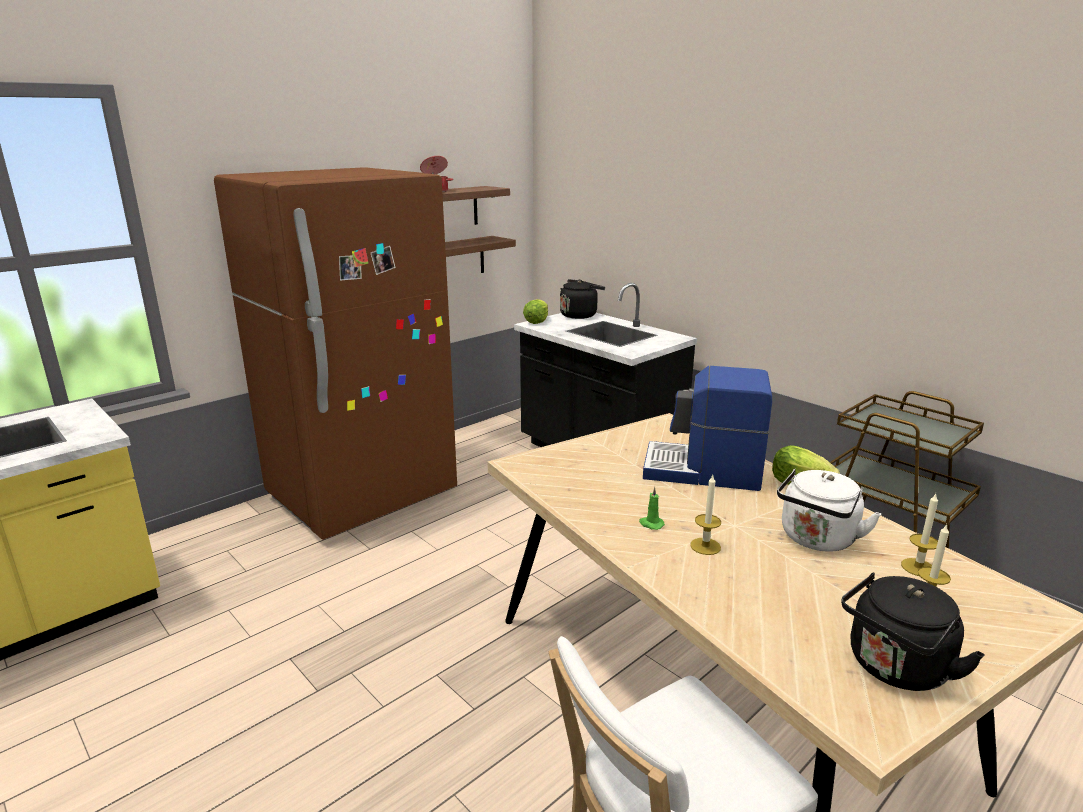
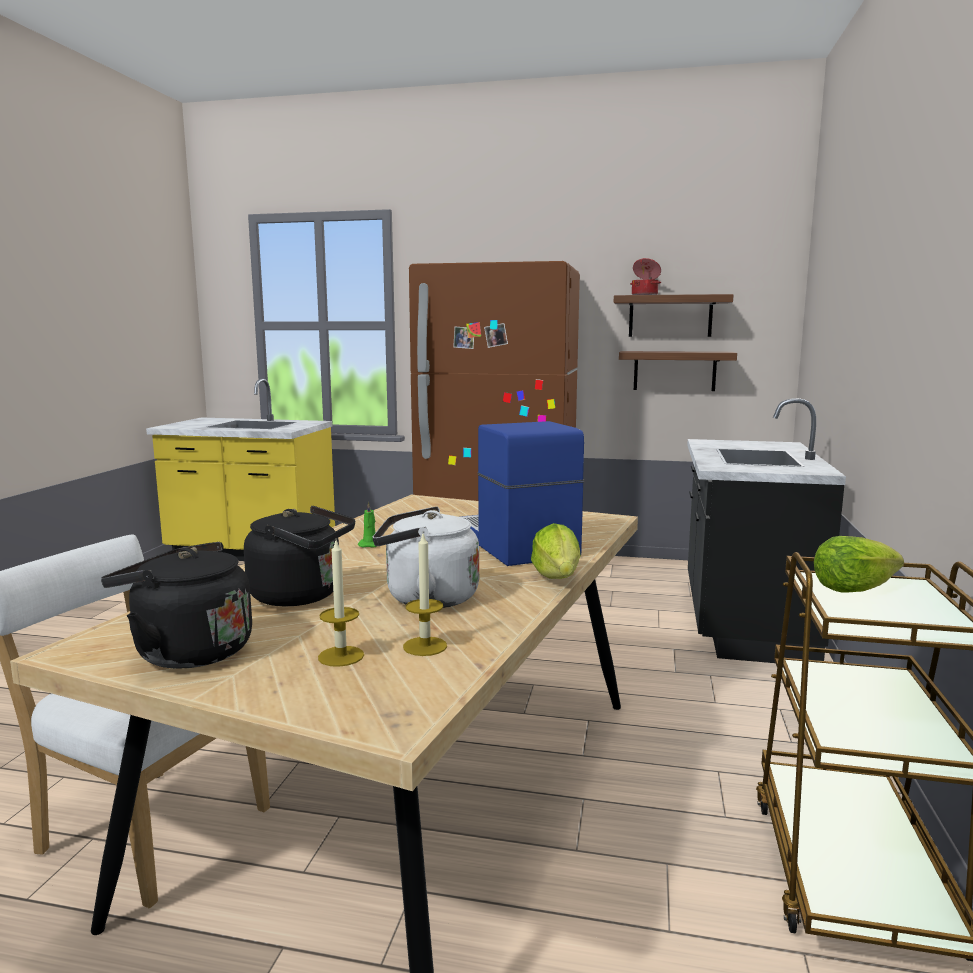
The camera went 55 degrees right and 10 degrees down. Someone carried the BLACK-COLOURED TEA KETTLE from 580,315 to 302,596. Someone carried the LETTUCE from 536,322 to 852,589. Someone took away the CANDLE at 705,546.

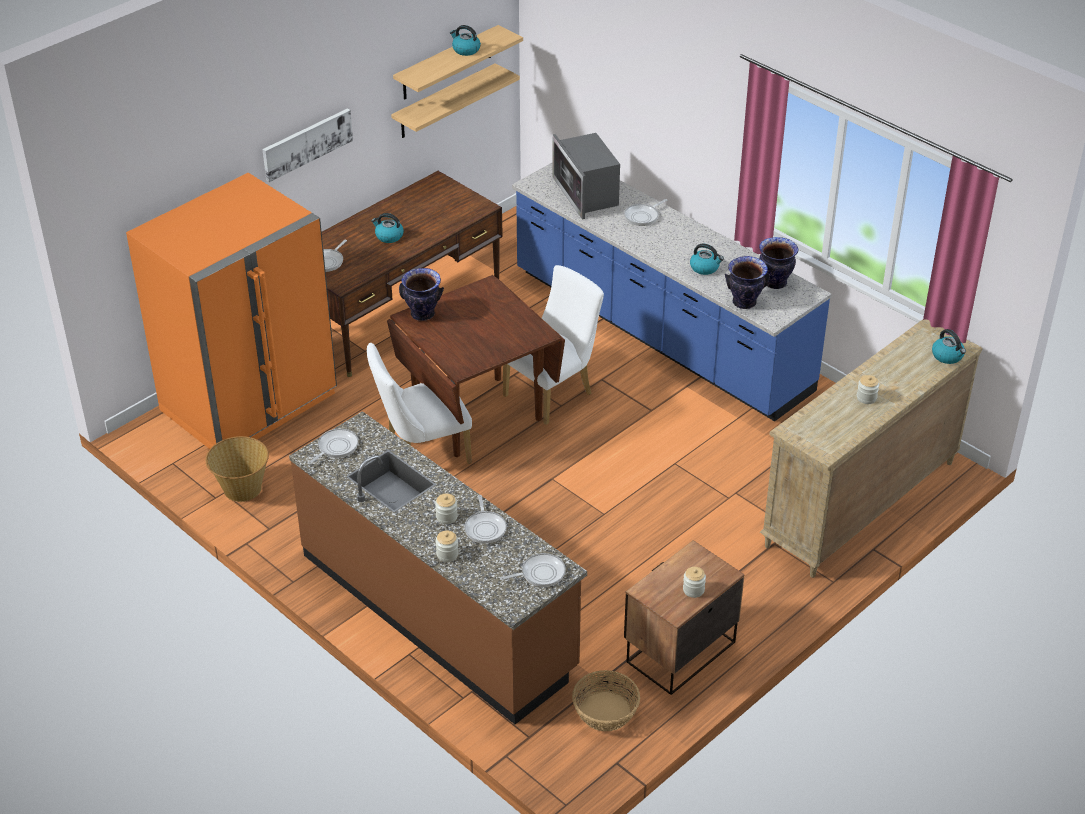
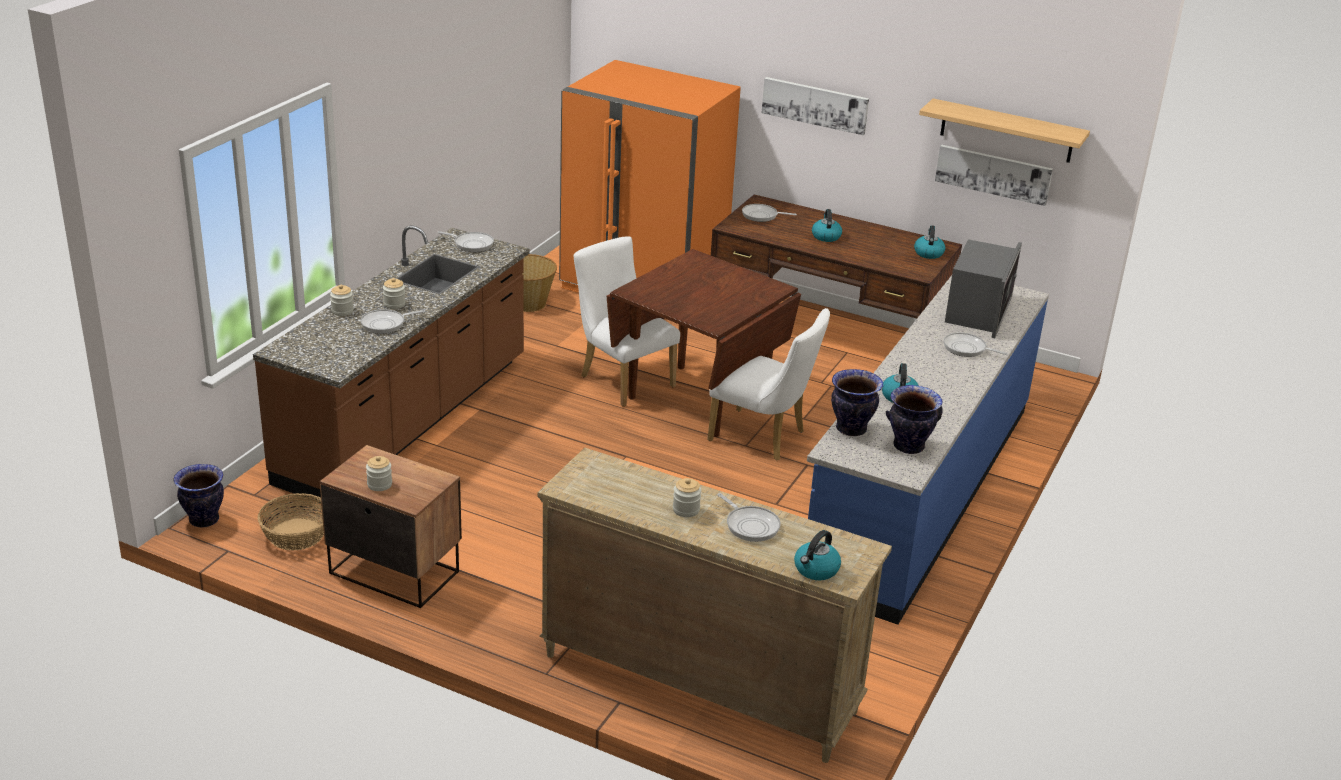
The camera went 70 degrees right and 10 degrees down. Someone carried the TEA KETTLE from 465,50 to 928,253. Someone swapped the SHELF at 444,102 for the PICTURE at 993,174. Someone rotated the MICROWAVE at 586,193 by 150 degrees clockwise. Someone carried the VASE from 422,314 to 203,520. Someone carried the SKILLET from 540,573 to 750,525.

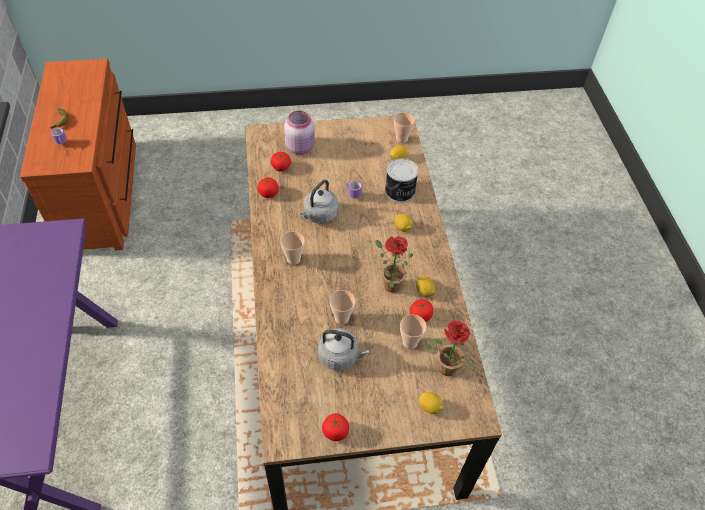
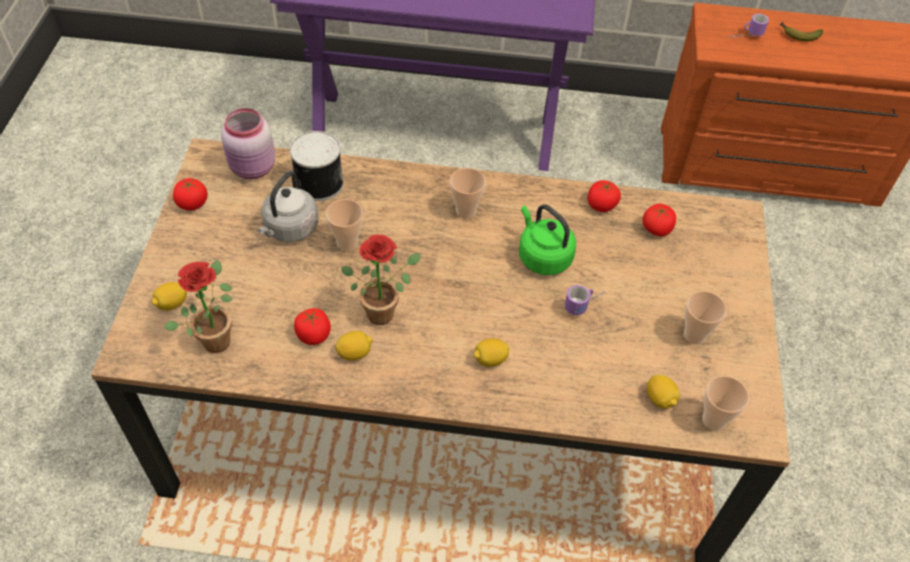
The camera went 105 degrees right and 0 degrees up. Someone carried the PINK-COLOURED PRESERVE JAR from 300,147 to 253,168. Someone carried the SEALED CAN from 400,191 to 318,183. Someone repainted the GREYISH TEA KETTLE at 319,215, which became the GREEN TEA KETTLE at 543,256. Someone carried the CUP from 409,342 to 694,335.

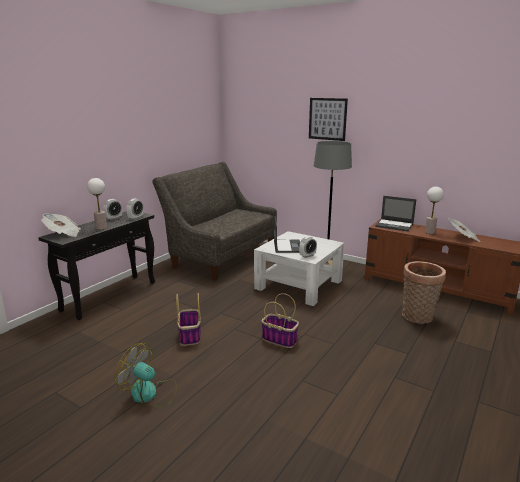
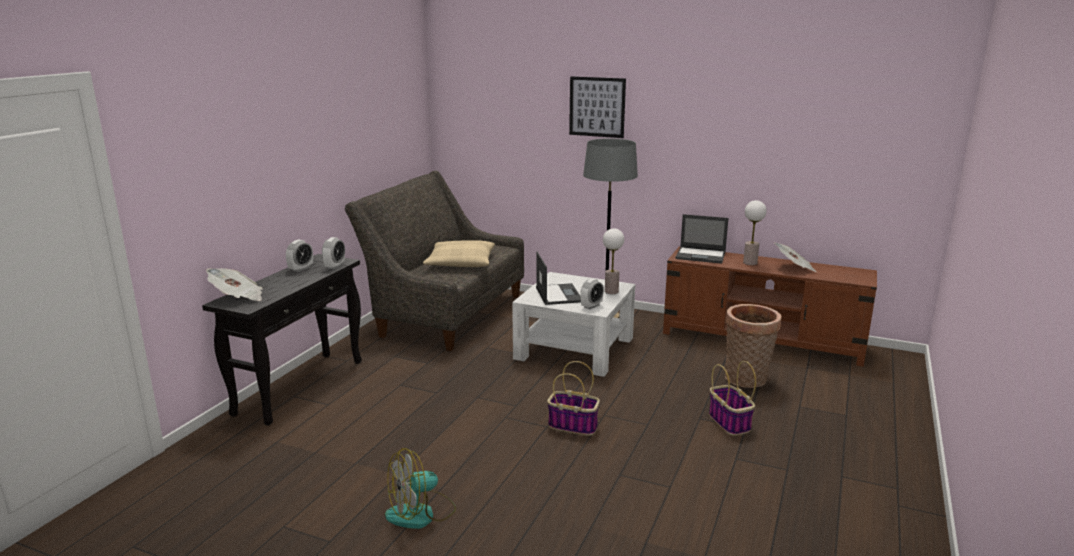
The camera went 10 degrees left and 0 degrees up. Someone carried the LAMP FOR A TABLE from 101,228 to 611,291. Someone carried the BASKET from 190,336 to 730,422. Someone rotated the ELECTRIC FAN at 150,394 by 45 degrees counterclockwise. Someone put down the BEIGE-COLOURED CUSHION at 460,262.

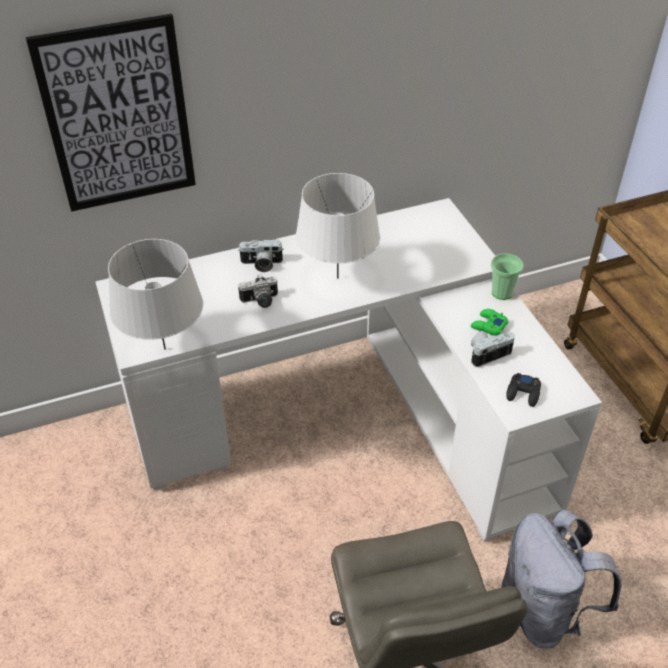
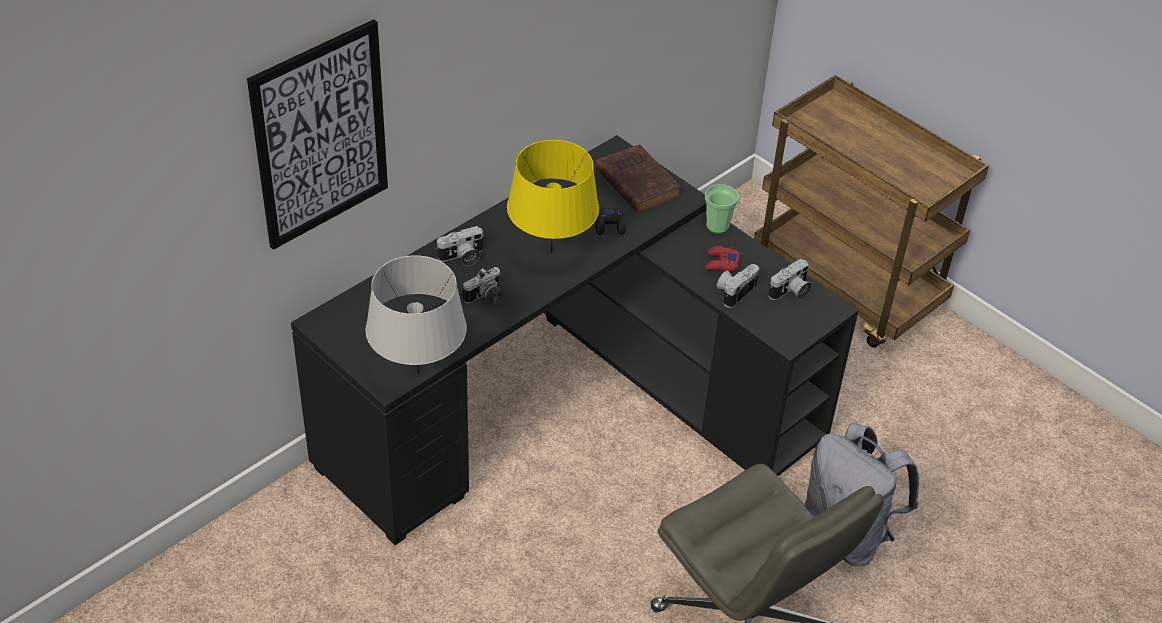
The camera went 25 degrees left and 0 degrees up. Someone repainted the WHITISH LAMP FOR A TABLE at 337,278, which became the YELLOW LAMP FOR A TABLE at 551,252. Someone repainted the WHITISH DESK at 351,417, which became the BLACK-COLOURED DESK at 568,405. Someone repainted the GREEN JOYPAD at 488,326, which became the RED-COLOURED JOYPAD at 721,263. Someone carried the BLACK-COLOURED JOYPAD from 523,393 to 610,225. Someone put down the BROWN-COLOURED VOLUME at 636,181. Someone put down the PHOTO CAMERA at 791,292.

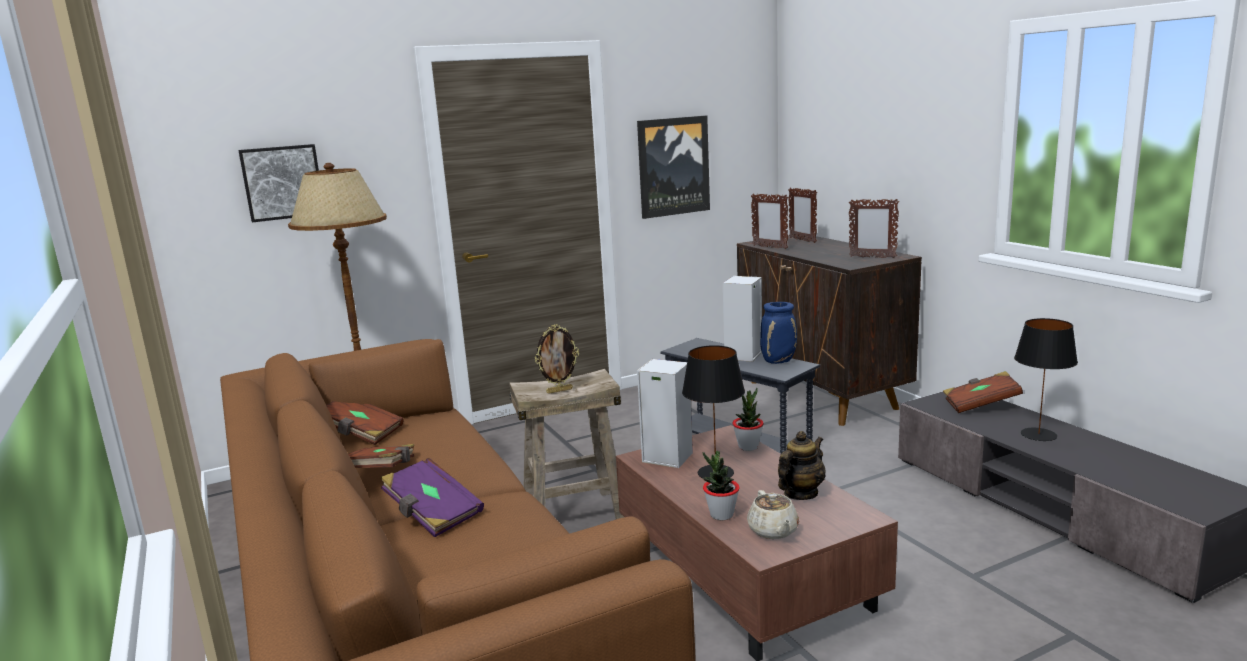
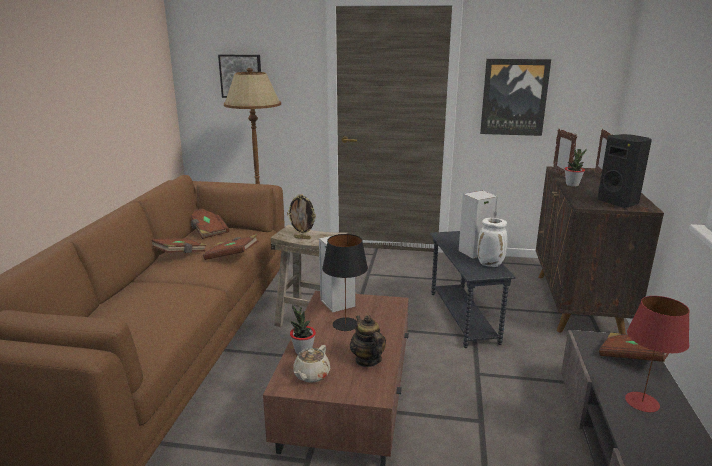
The camera went 35 degrees right and 5 degrees up. Someone swapped the PHOTO FRAME at 872,257 for the BLACK-COLOURED LOUDSPEAKER at 619,202. Someone repainted the BLUE-COLOURED VASE at 779,361, which became the WHITISH VASE at 490,264. Someone repainted the BLACK-COLOURED LAMP FOR A TABLE at 1038,434, which became the RED-COLOURED LAMP FOR A TABLE at 642,402. Someone carried the HOUSEPLANT from 748,447 to 572,185. Someone rotated the TEA POT at 800,493 by 105 degrees counterclockwise. Someone took away the PURPLE VOLUME at 432,514. Someone put down the BROWN-COLOURED VOLUME at 232,257.

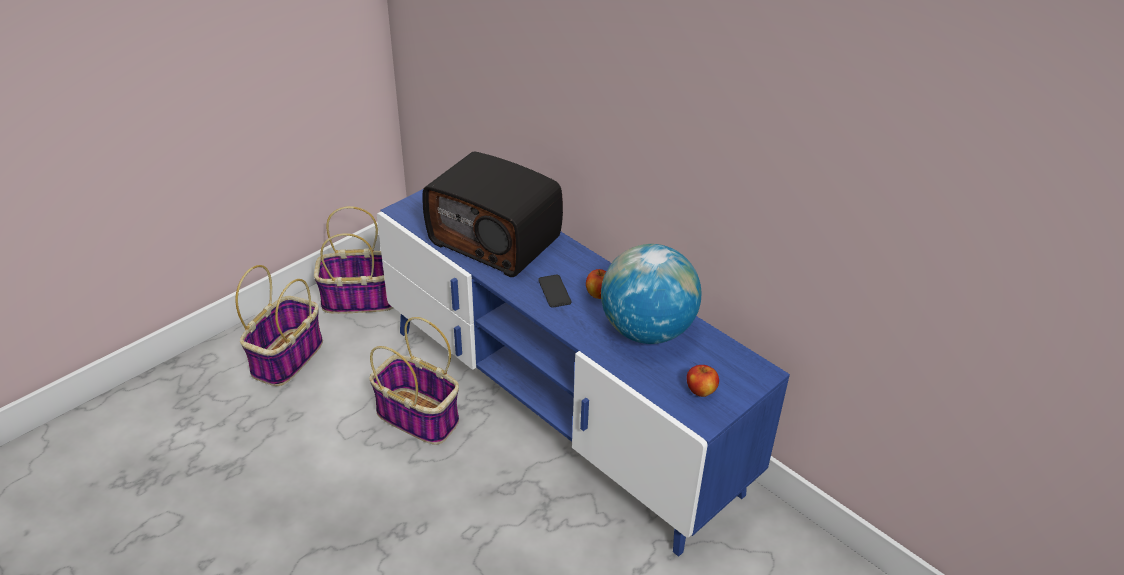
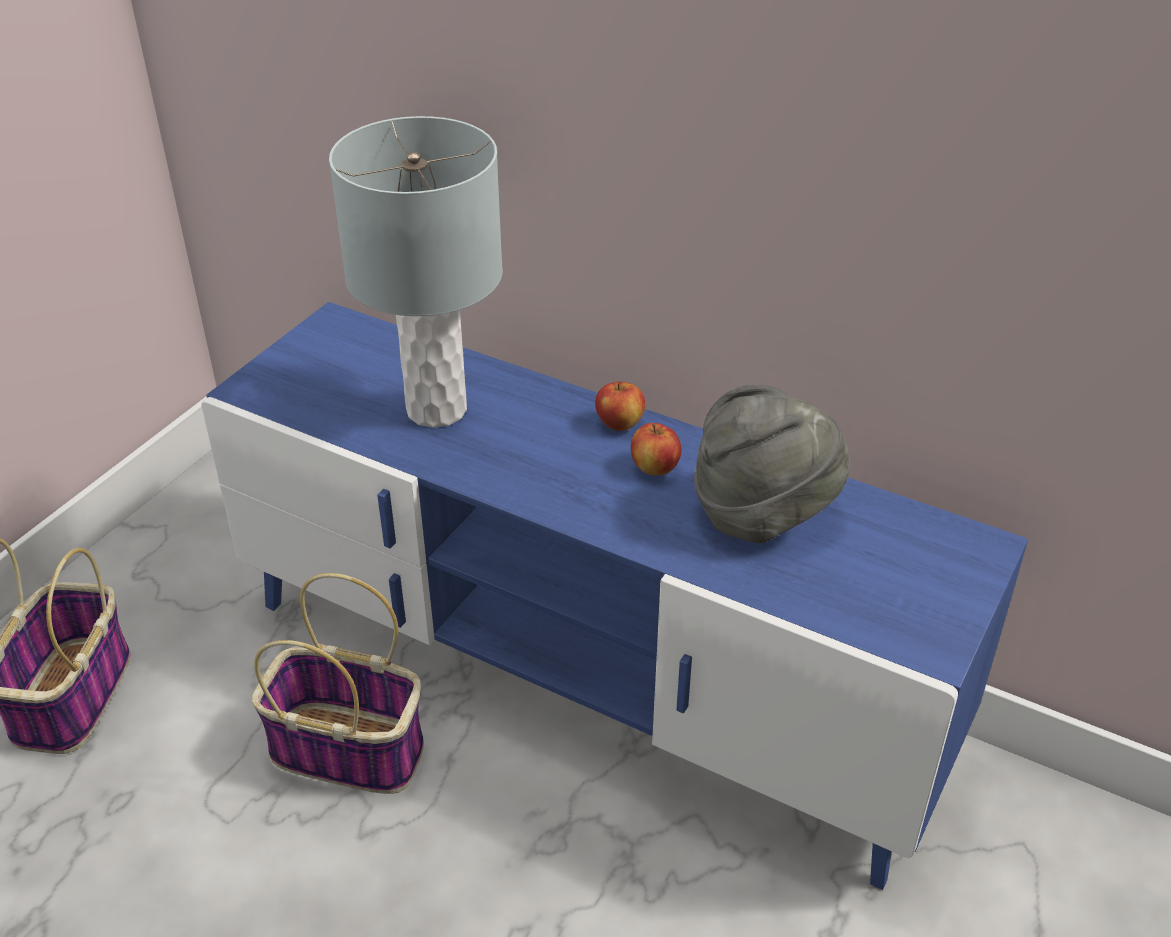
The camera went 15 degrees left and 0 degrees up. Someone swapped the RADIO SET at 496,240 for the GREYISH LAMP FOR A TABLE at 437,409. Someone took away the BASKET at 360,299. Someone swapped the WORLD GLOBE at 647,330 for the GREYISH CLOTHING HAT at 763,513. Someone took away the PHONE at 554,291. Someone carried the APPLE from 701,391 to 620,424.

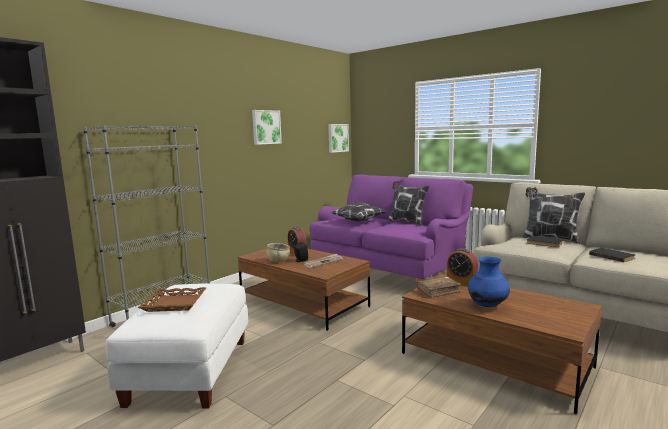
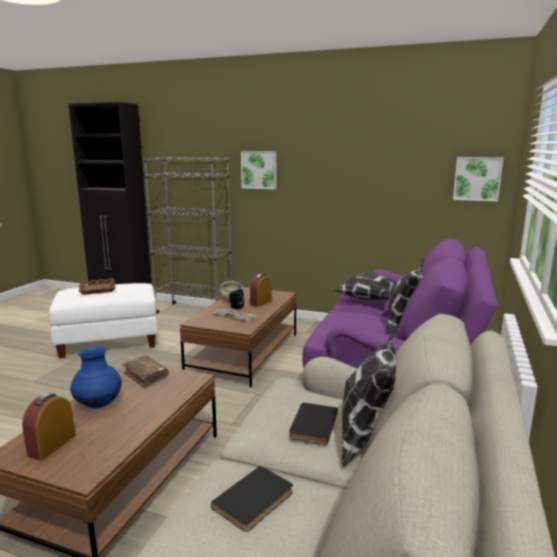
The camera went 70 degrees right and 5 degrees up. Someone carried the PICTURE from 266,127 to 259,170. Someone carried the ALARM CLOCK from 461,282 to 52,445.

